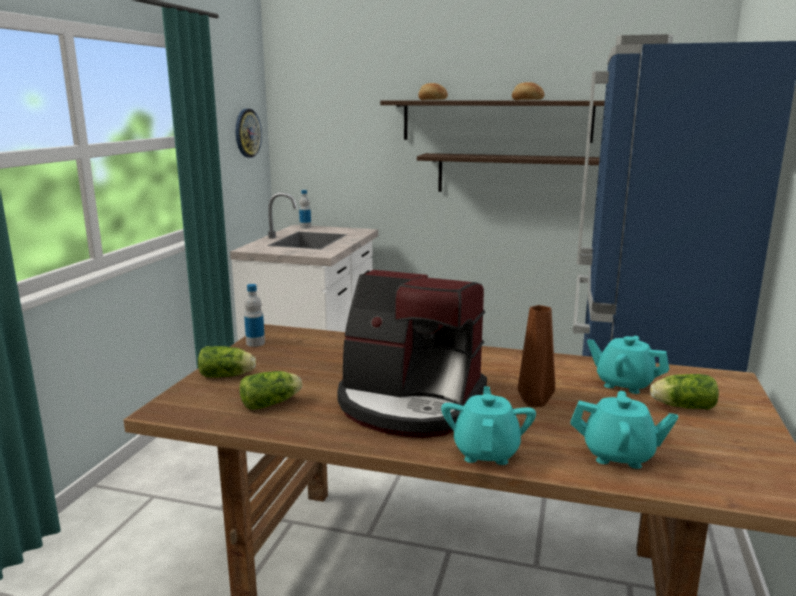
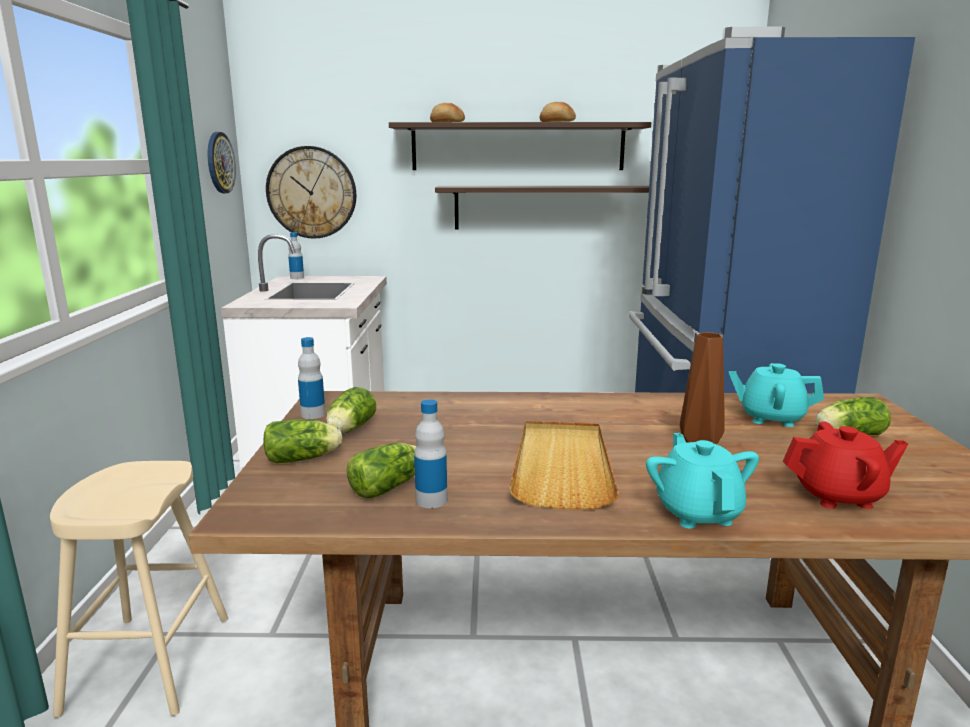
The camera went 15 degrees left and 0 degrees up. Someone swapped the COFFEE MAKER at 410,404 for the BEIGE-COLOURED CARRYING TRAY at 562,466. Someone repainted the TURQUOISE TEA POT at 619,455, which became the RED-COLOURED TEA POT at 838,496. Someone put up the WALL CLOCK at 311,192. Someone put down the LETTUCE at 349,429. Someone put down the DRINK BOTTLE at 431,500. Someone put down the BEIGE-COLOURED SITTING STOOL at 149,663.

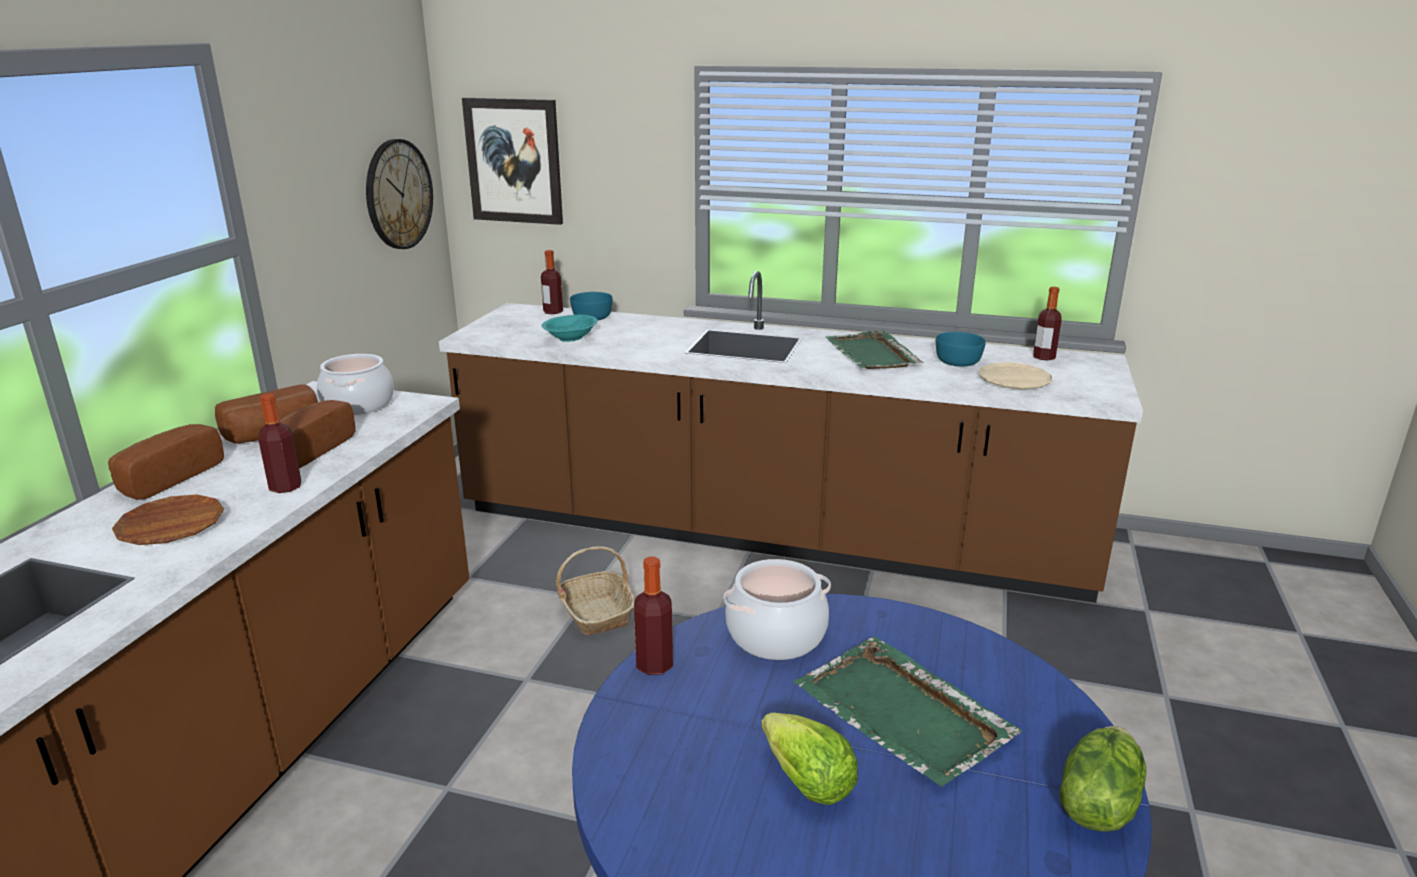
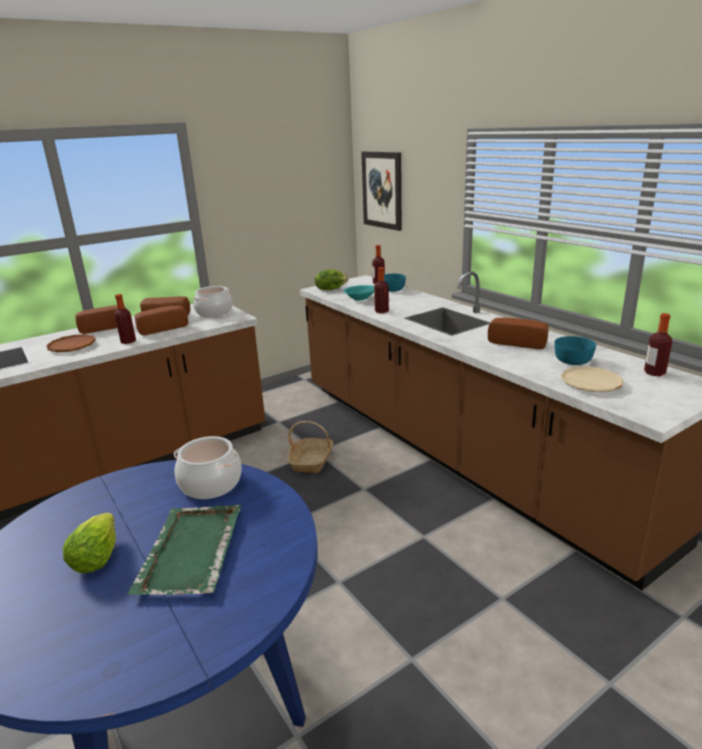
The camera went 40 degrees right and 0 degrees up. Someone took away the WALL CLOCK at 398,194. Someone swapped the GREEN CARRYING TRAY at 872,354 for the BAKED BREAD at 518,342. Someone carried the DRINK BOTTLE from 654,665 to 381,311. Someone carried the LETTUCE from 1096,804 to 330,289.

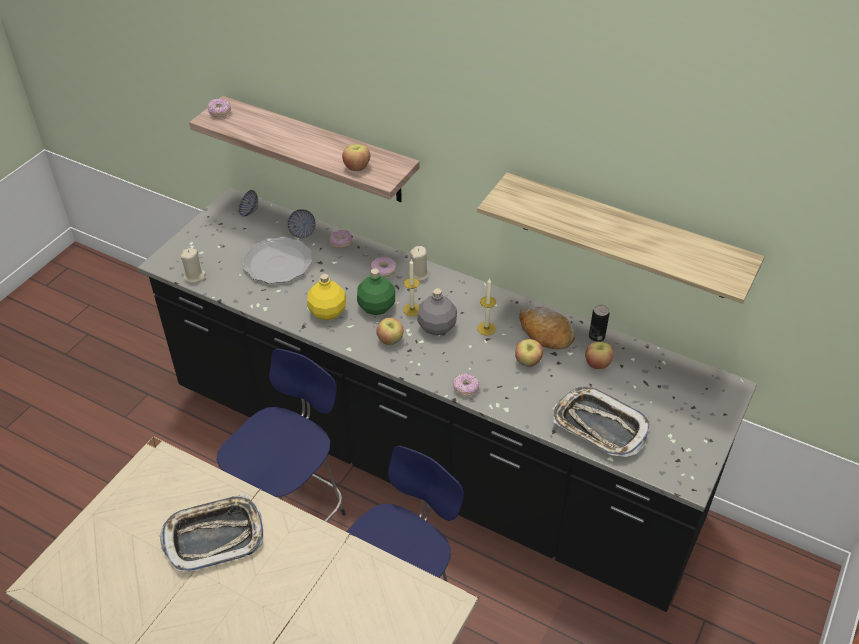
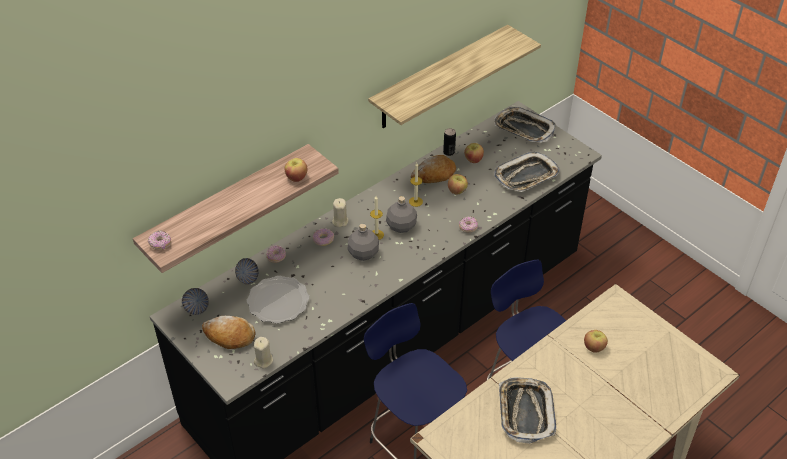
The camera went 70 degrees left and 0 degrees up. Someone repainted the GREEN DRINK BOTTLE at 376,306, which became the GREYISH DRINK BOTTLE at 363,253. Someone took away the YELLOW DRINK BOTTLE at 327,312. Someone carried the APPLE from 390,340 to 594,347. Someone put down the CARRYING TRAY at 524,129. Someone put down the BAKED BREAD at 229,336.

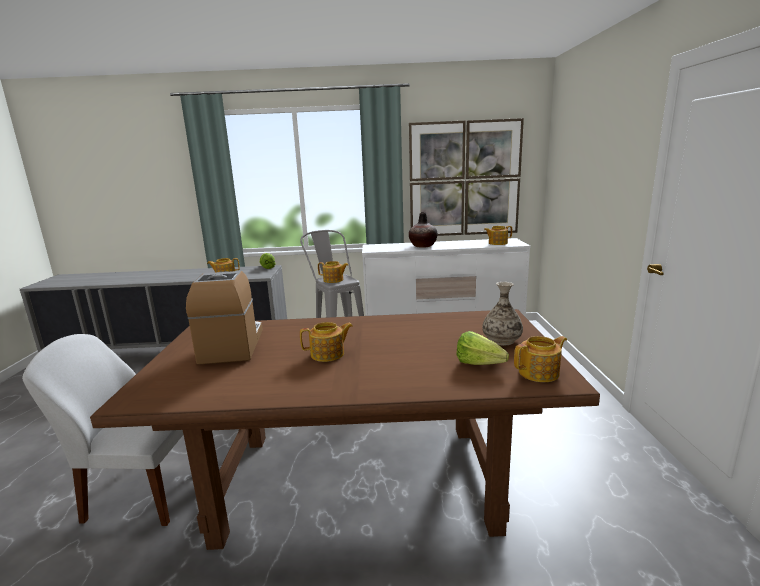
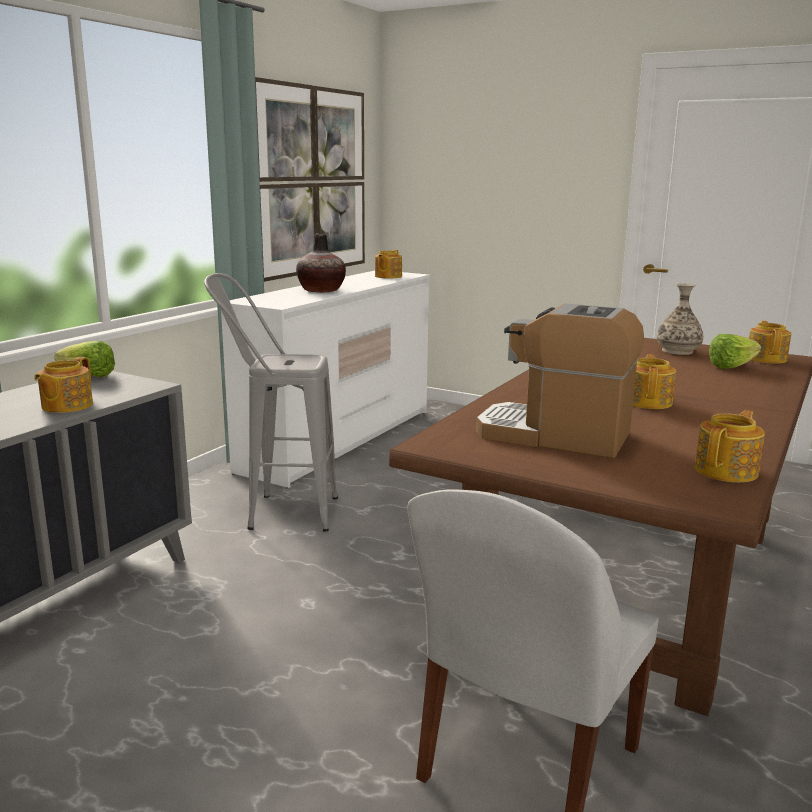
The camera went 60 degrees left and 0 degrees up. Someone carried the TEA POT from 333,280 to 727,471.

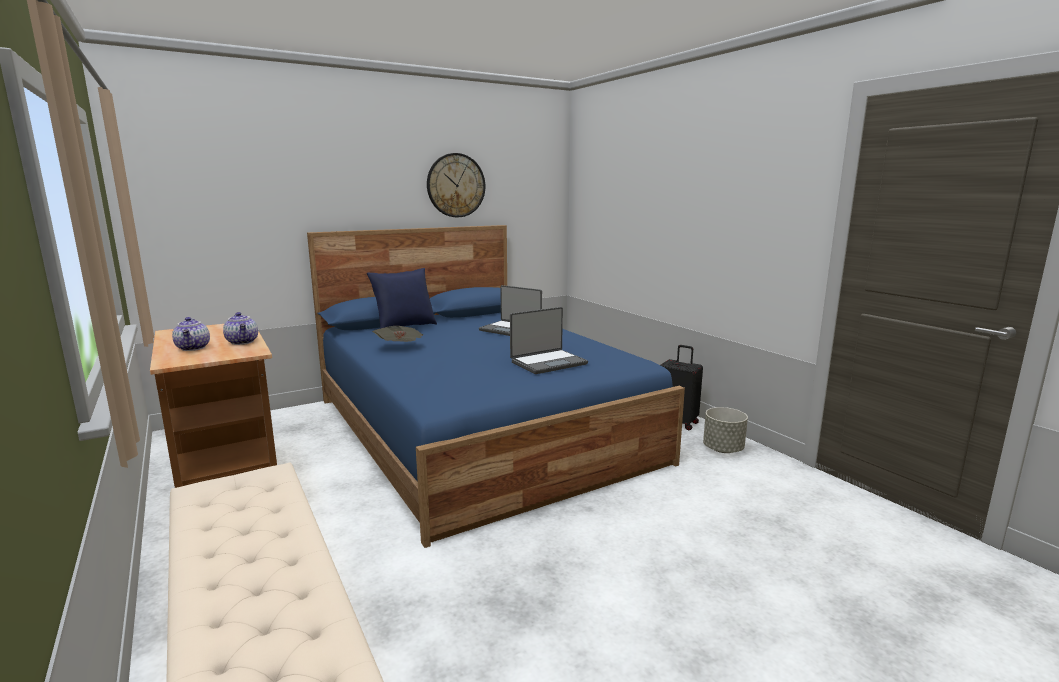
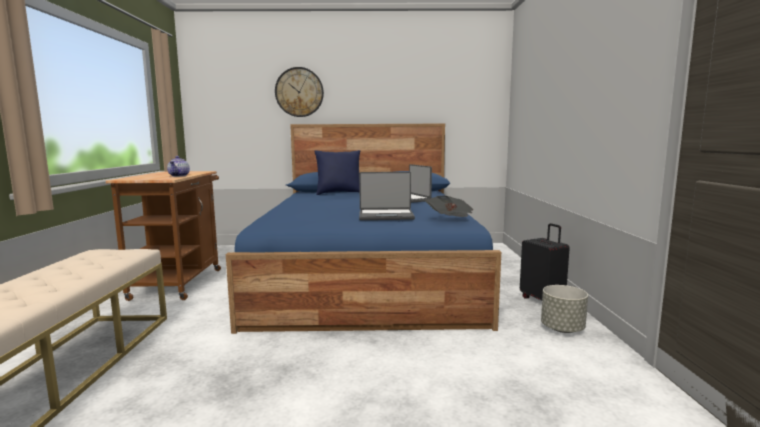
The camera went 30 degrees right and 5 degrees down. Someone carried the WALL CLOCK from 456,185 to 299,92. Someone took away the TEA POT at 194,348. Someone carried the PRINTED PAPER from 400,347 to 450,220.

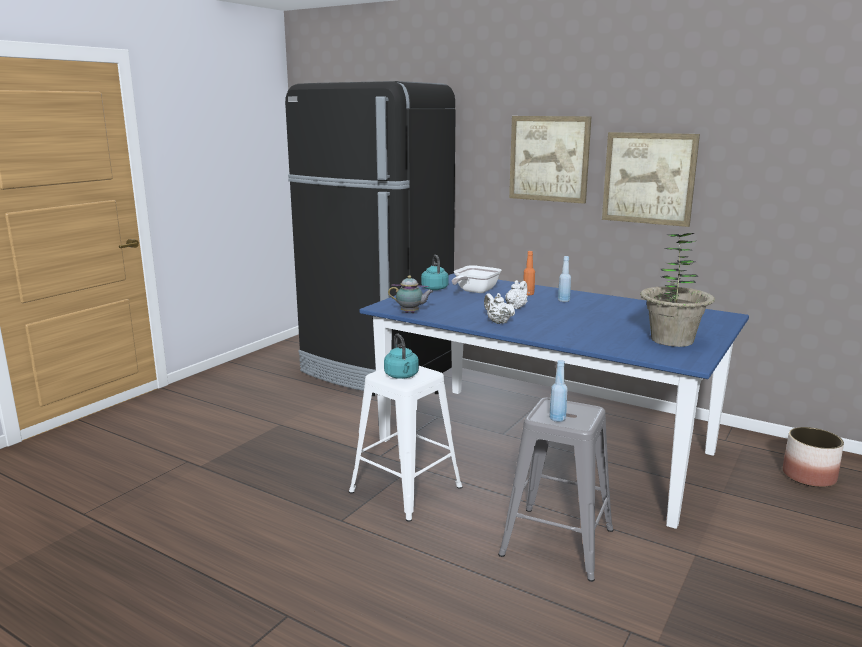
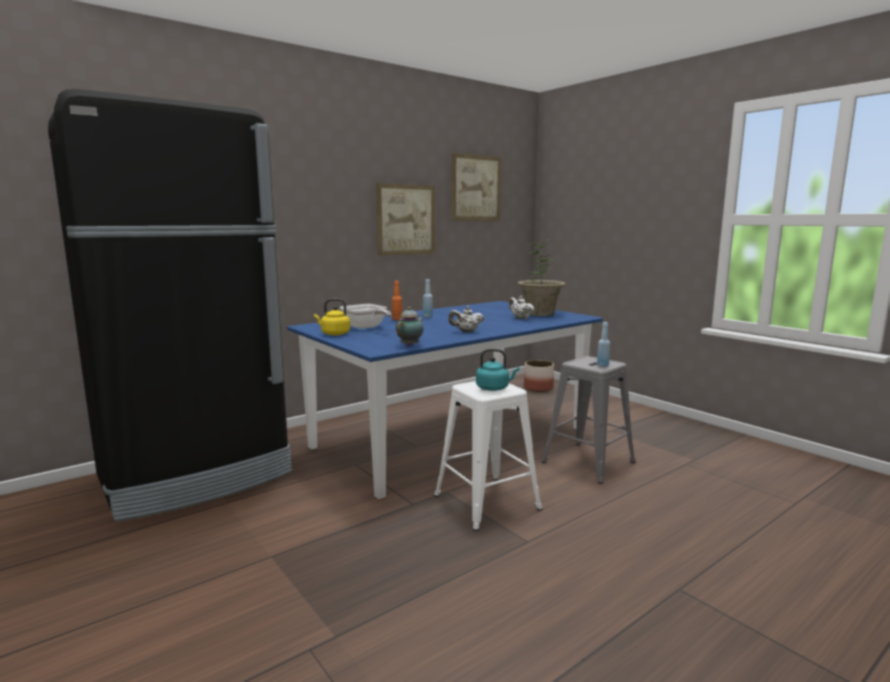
The camera went 70 degrees left and 5 degrees down. Someone carried the PICTURE from 549,159 to 476,188. Someone repainted the TURQUOISE TEA KETTLE at 434,288, which became the YELLOW TEA KETTLE at 334,334. Someone carried the WHITISH TEA POT from 516,307 to 520,318.

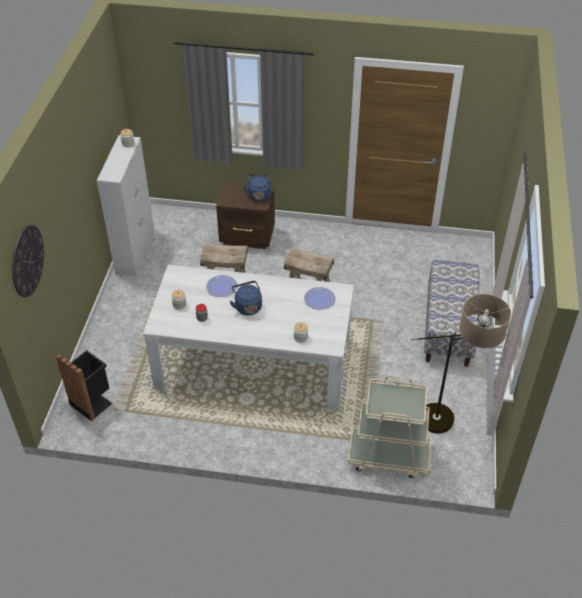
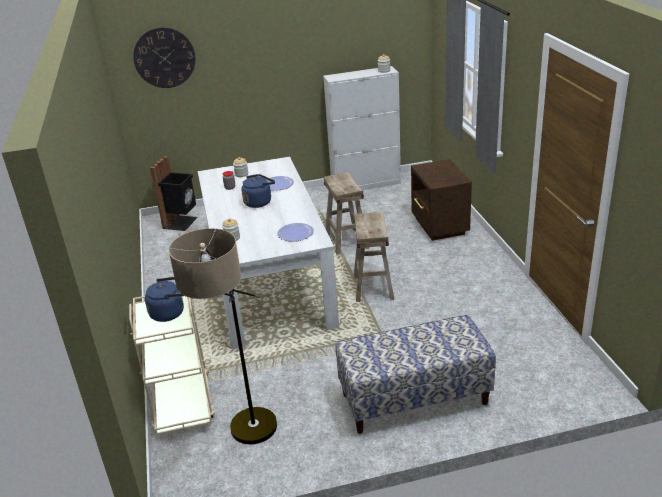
The camera went 70 degrees right and 15 degrees down. Someone carried the BLUE-COLOURED TEA KETTLE from 259,195 to 169,312.

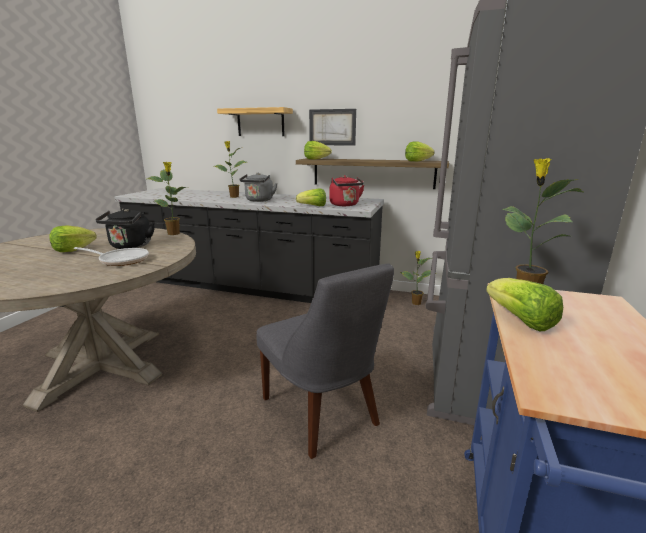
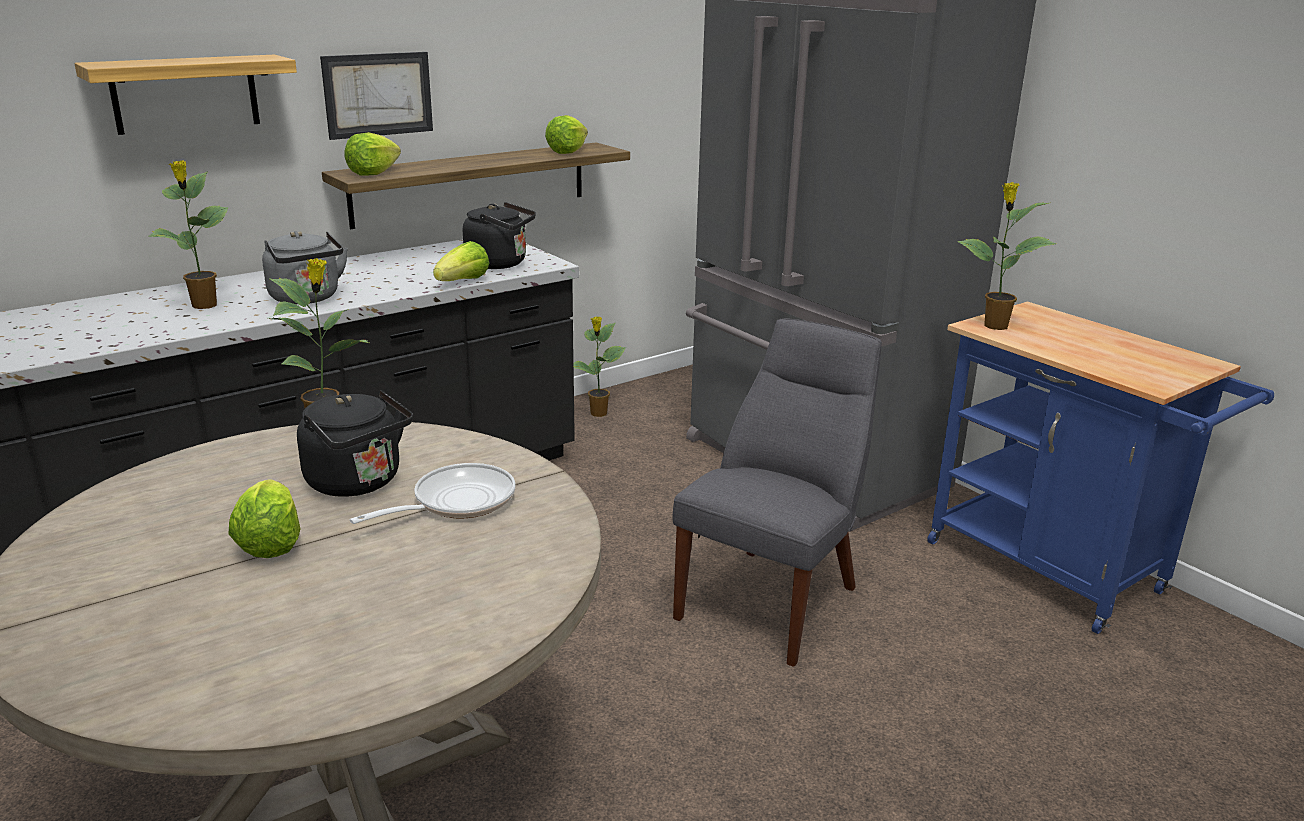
The camera went 55 degrees left and 5 degrees up. Someone repainted the RED-COLOURED TEA KETTLE at 345,205, which became the BLACK-COLOURED TEA KETTLE at 500,264. Someone rotated the GREYISH PLAIN CHAIR at 322,414 by 60 degrees counterclockwise. Someone took away the LETTUCE at 520,320.

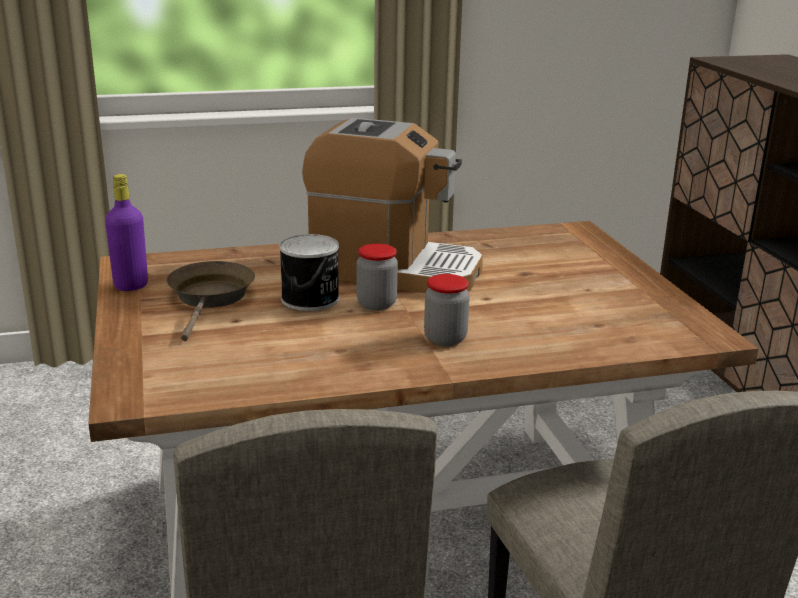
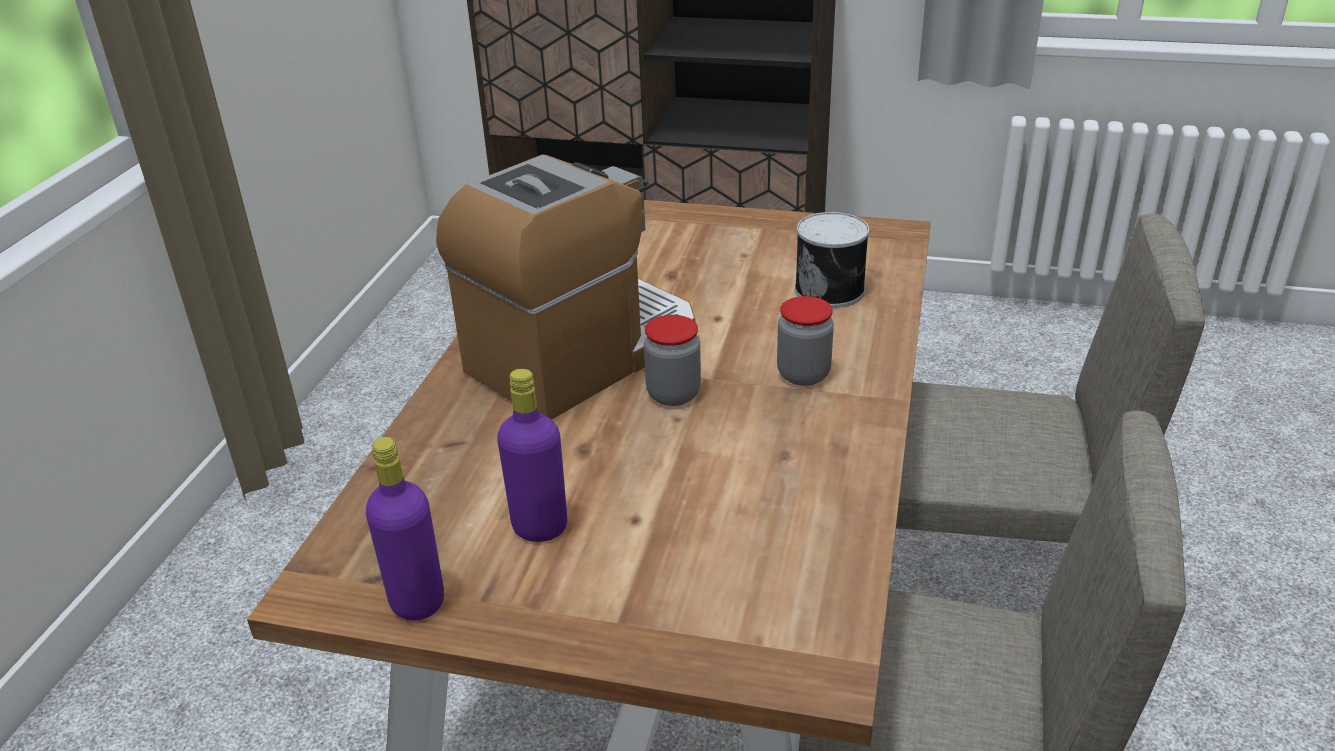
The camera went 60 degrees left and 10 degrees up. Someone carried the SEALED CAN from 311,299 to 831,290. Someone swapped the BROWN-COLOURED SKILLET at 211,298 for the PURPLE DRINK BOTTLE at 540,527.

